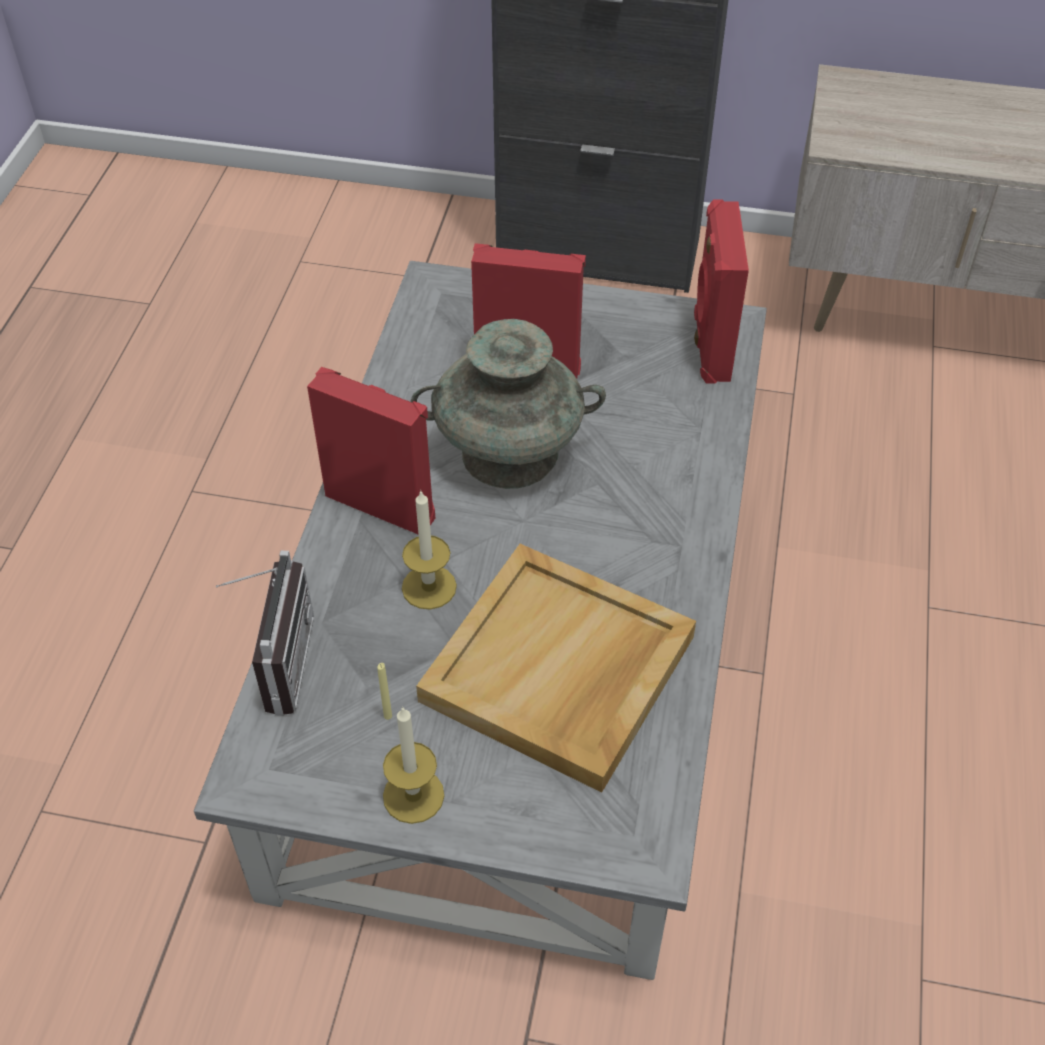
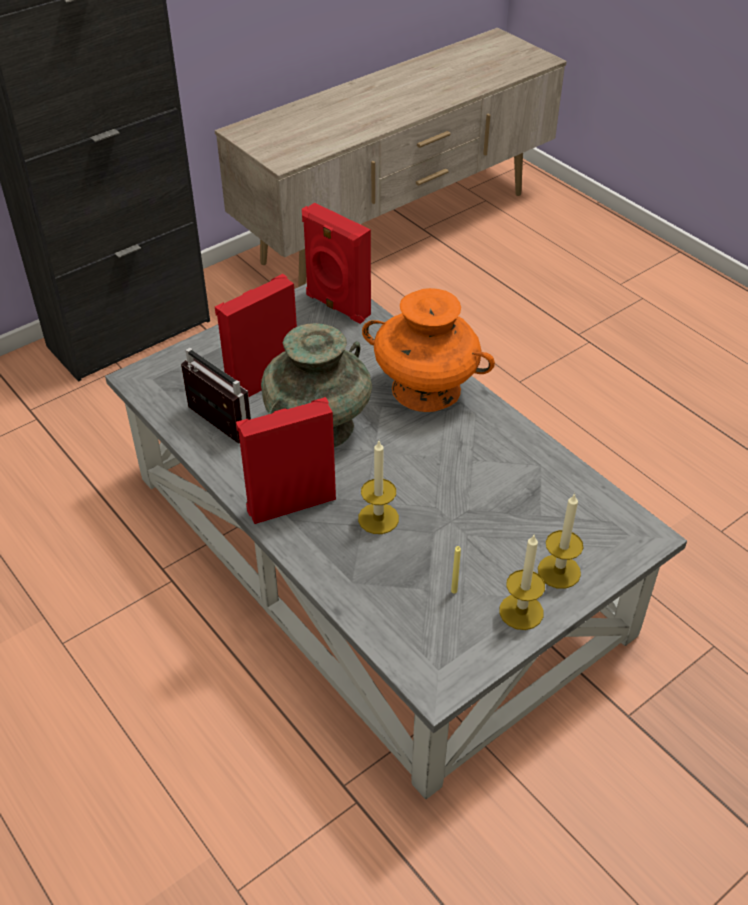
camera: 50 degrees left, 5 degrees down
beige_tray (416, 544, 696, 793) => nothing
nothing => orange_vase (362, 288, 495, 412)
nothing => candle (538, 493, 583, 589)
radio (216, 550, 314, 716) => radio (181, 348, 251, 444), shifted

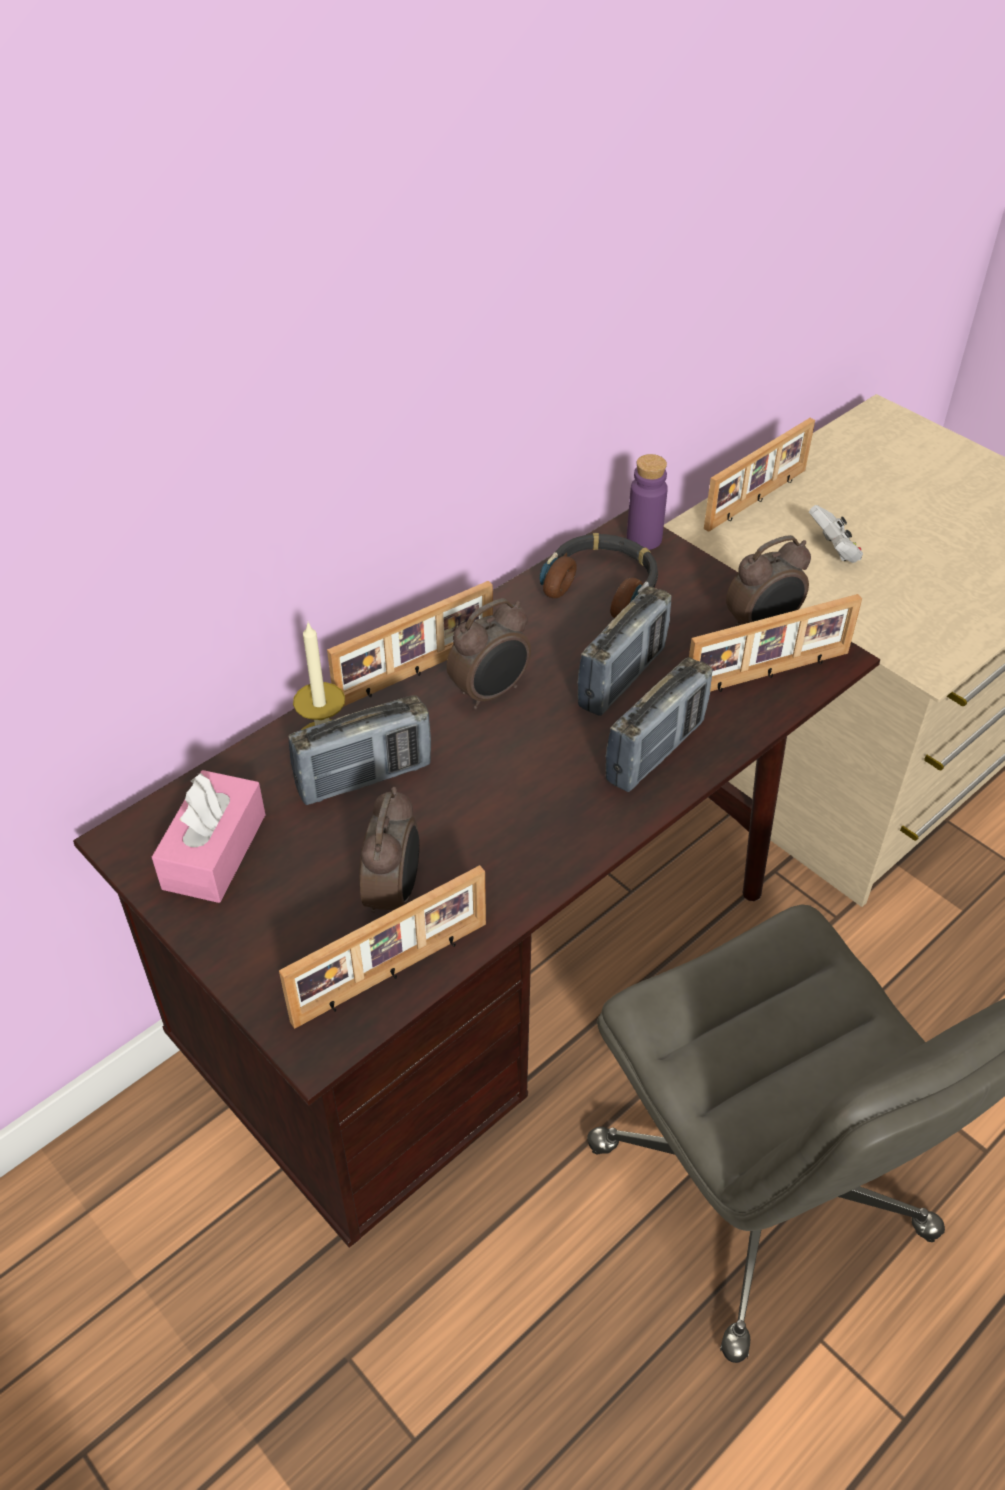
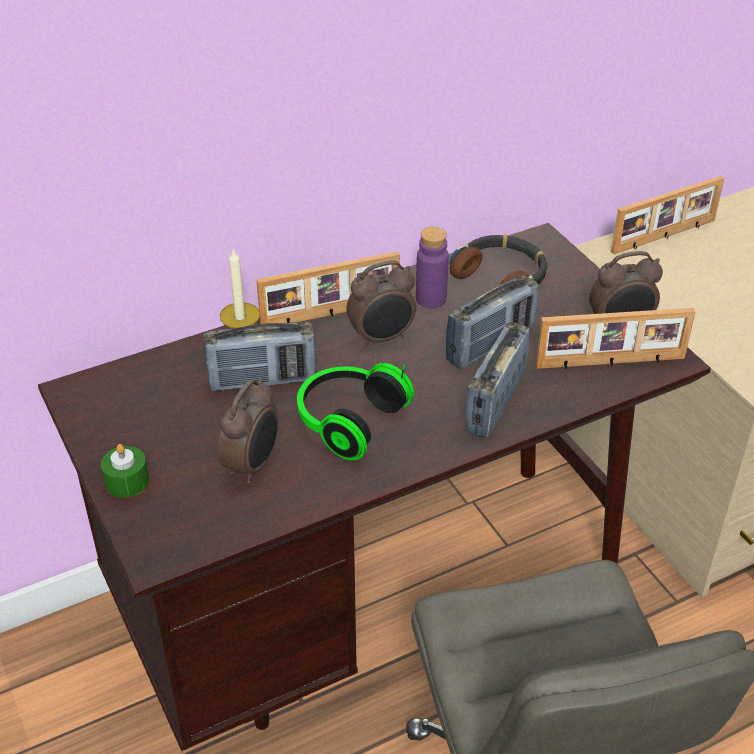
camera: 15 degrees right, 5 degrees down
pink_tissue_box (152, 770, 266, 903) => nothing
picture_frame (279, 865, 486, 1029) => nothing
white_game_controller (809, 505, 863, 563) => nothing
nothing => green_candle (101, 444, 149, 498)
nothing => headphones (297, 363, 414, 461)
purple_bottle (627, 454, 668, 550) => purple_bottle (416, 227, 449, 308), shifted
radio (605, 657, 712, 792) => radio (465, 322, 529, 438), 150 degrees clockwise

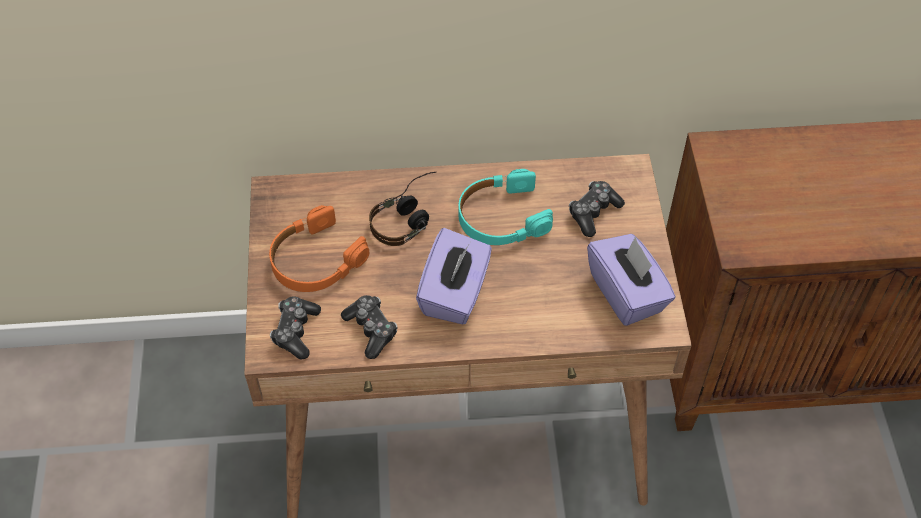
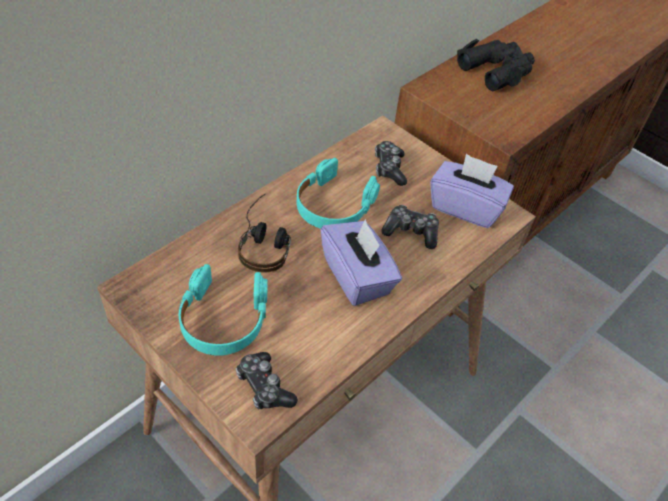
camera: 45 degrees left, 5 degrees down
nothing => black_binoculars (457, 39, 535, 91)
game_controller (341, 295, 398, 359) => game_controller (381, 205, 439, 249), shifted
orange_headphones (269, 205, 369, 292) => turquoise_headphones (179, 264, 268, 356)

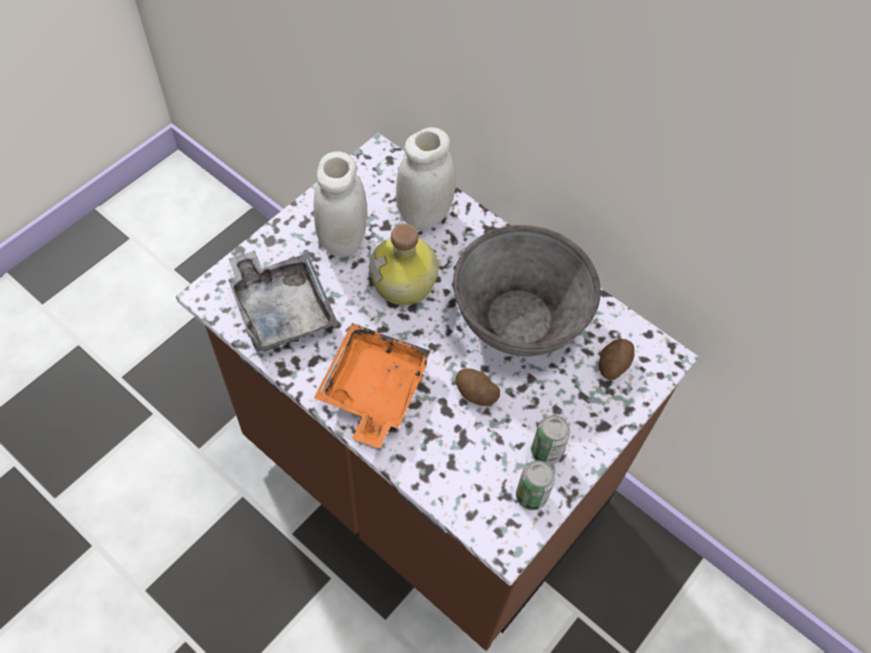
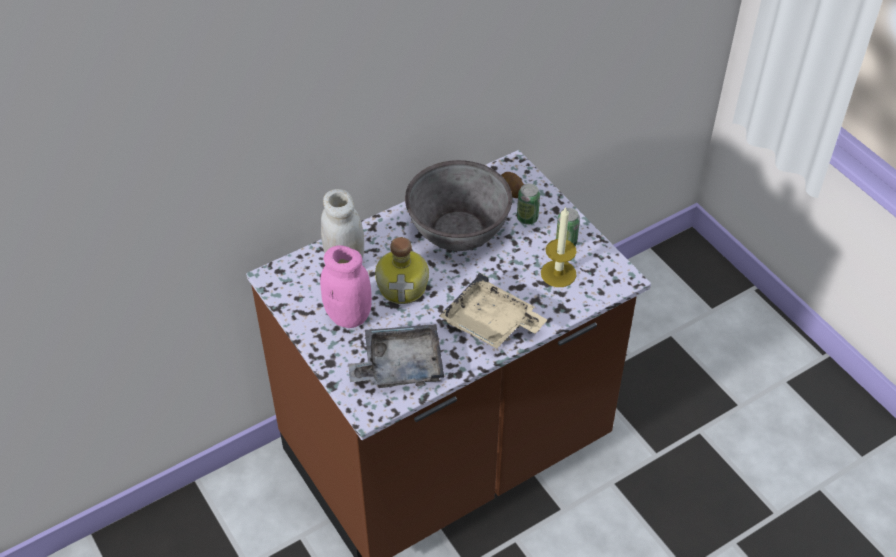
camera: 70 degrees left, 10 degrees down
potato (456, 368, 500, 406) => nothing
nothing => candle (541, 206, 577, 287)
can (516, 461, 555, 510) => can (517, 184, 540, 225), shifted
white_jar (314, 151, 367, 257) => pink_jar (320, 245, 372, 328)
orange_tray (314, 323, 432, 449) => beige_tray (439, 272, 547, 349)

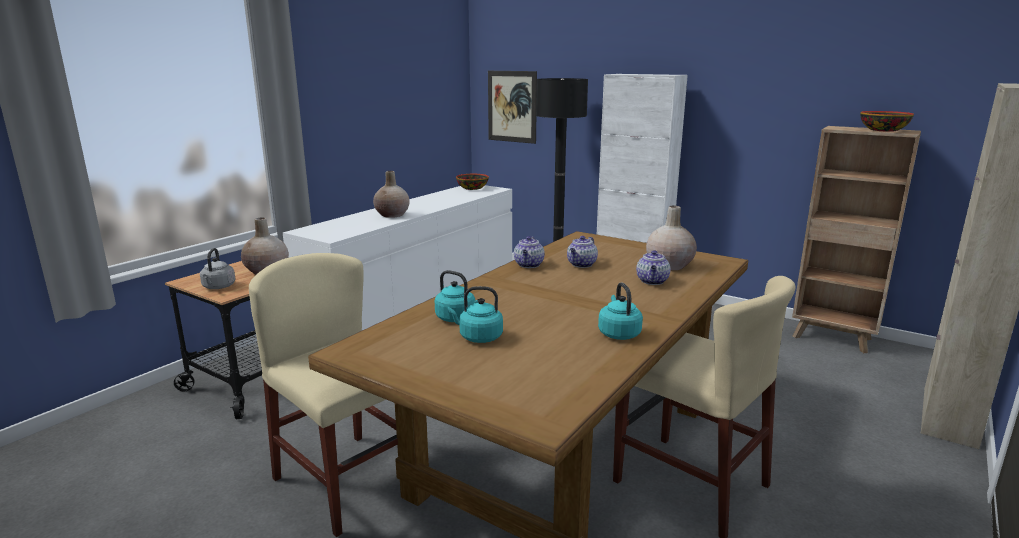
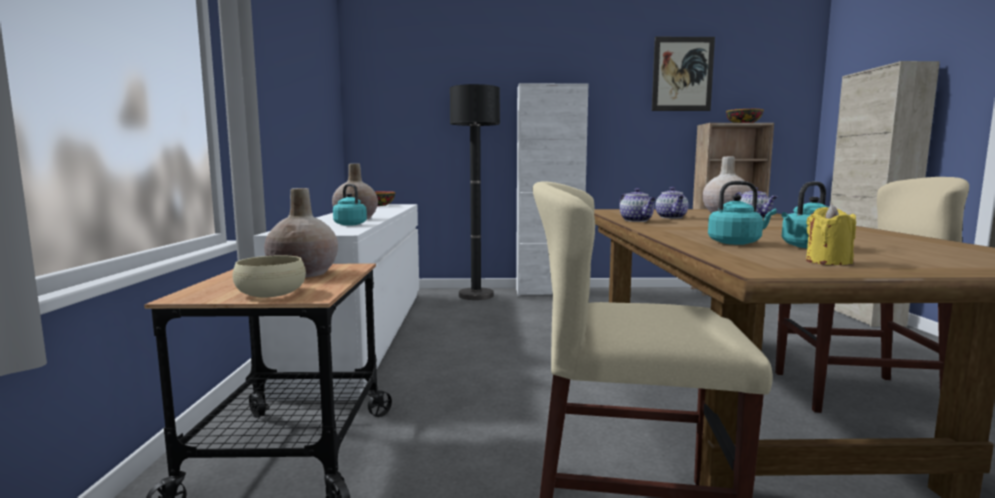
camera: 35 degrees left, 10 degrees down
nothing => yellow_candle (806, 204, 856, 265)
picture (488, 71, 537, 144) => picture (652, 37, 715, 111), shifted
turquoise_kettle (598, 282, 643, 340) => turquoise_kettle (333, 184, 367, 226), shifted
grey_kettle (200, 248, 235, 289) => beige_bowl (233, 255, 306, 297)

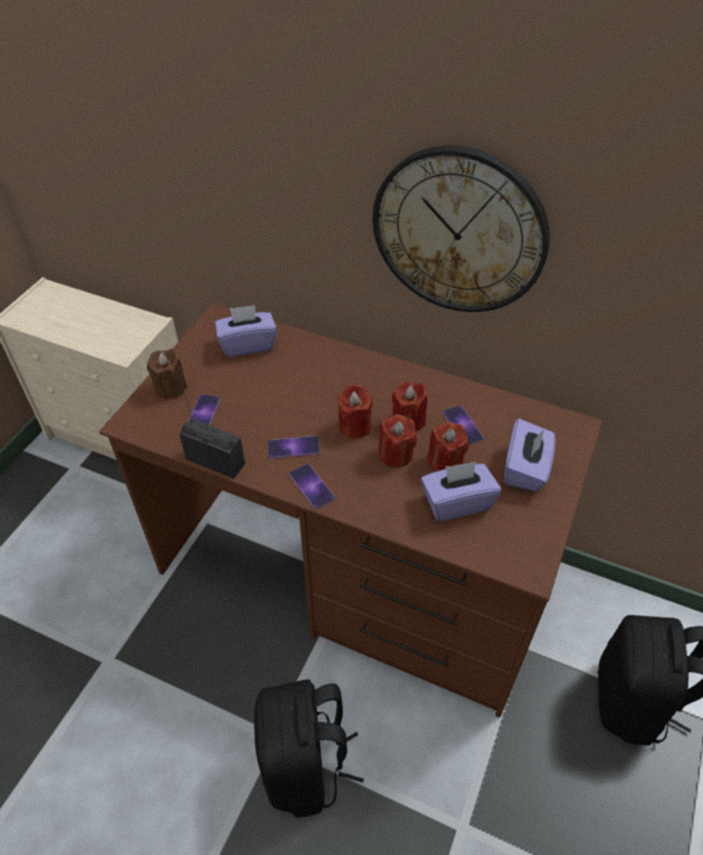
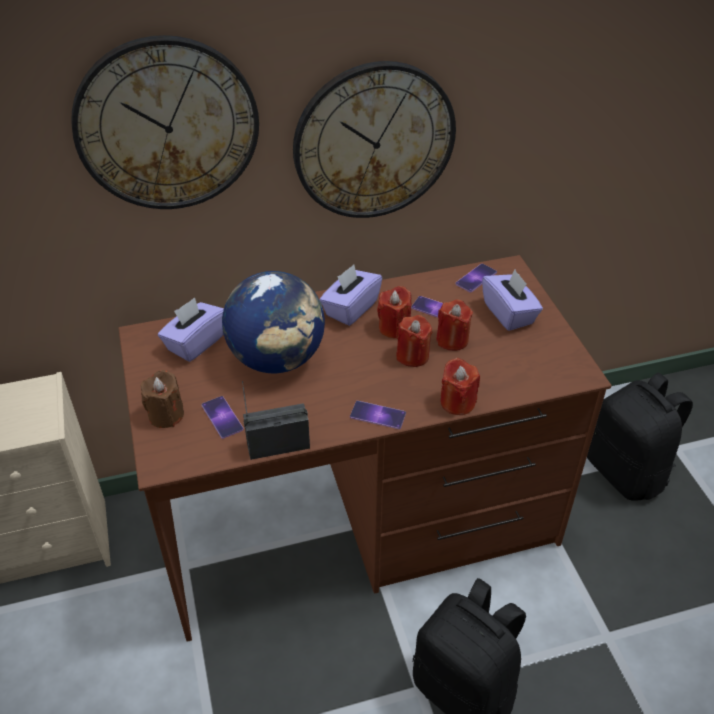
camera: 40 degrees left, 5 degrees down
nothing => wall_clock (71, 35, 259, 209)
nothing => globe (222, 271, 325, 374)
phone (268, 436, 320, 459) => phone (456, 264, 497, 293), shifted
red_candle (337, 384, 373, 439) => red_candle (440, 358, 480, 415), shifted
purple_tissue_box (421, 462, 501, 521) => purple_tissue_box (320, 264, 382, 326), shifted

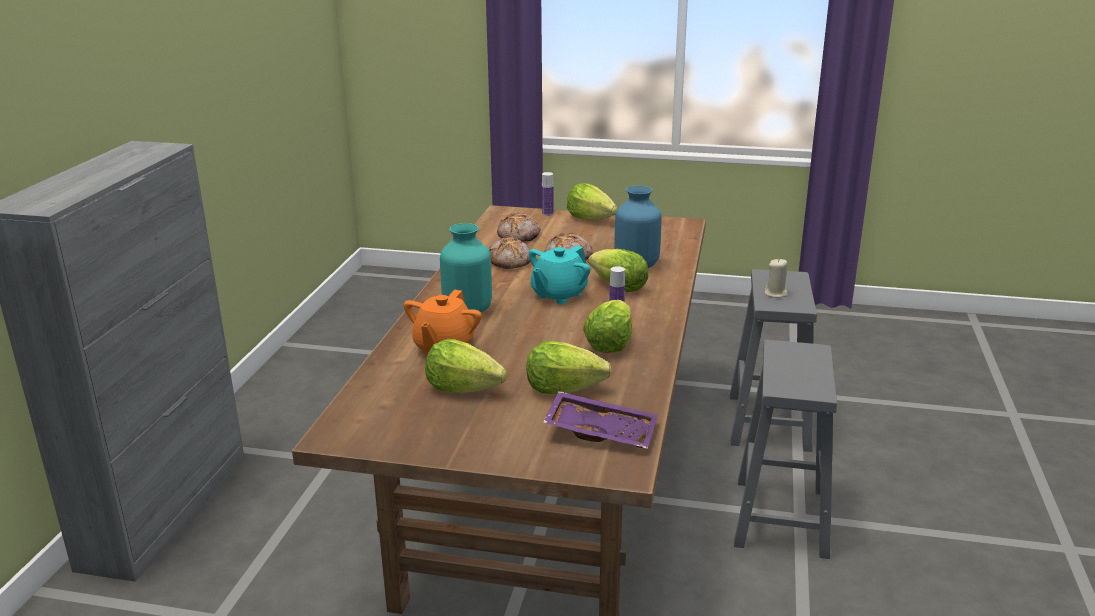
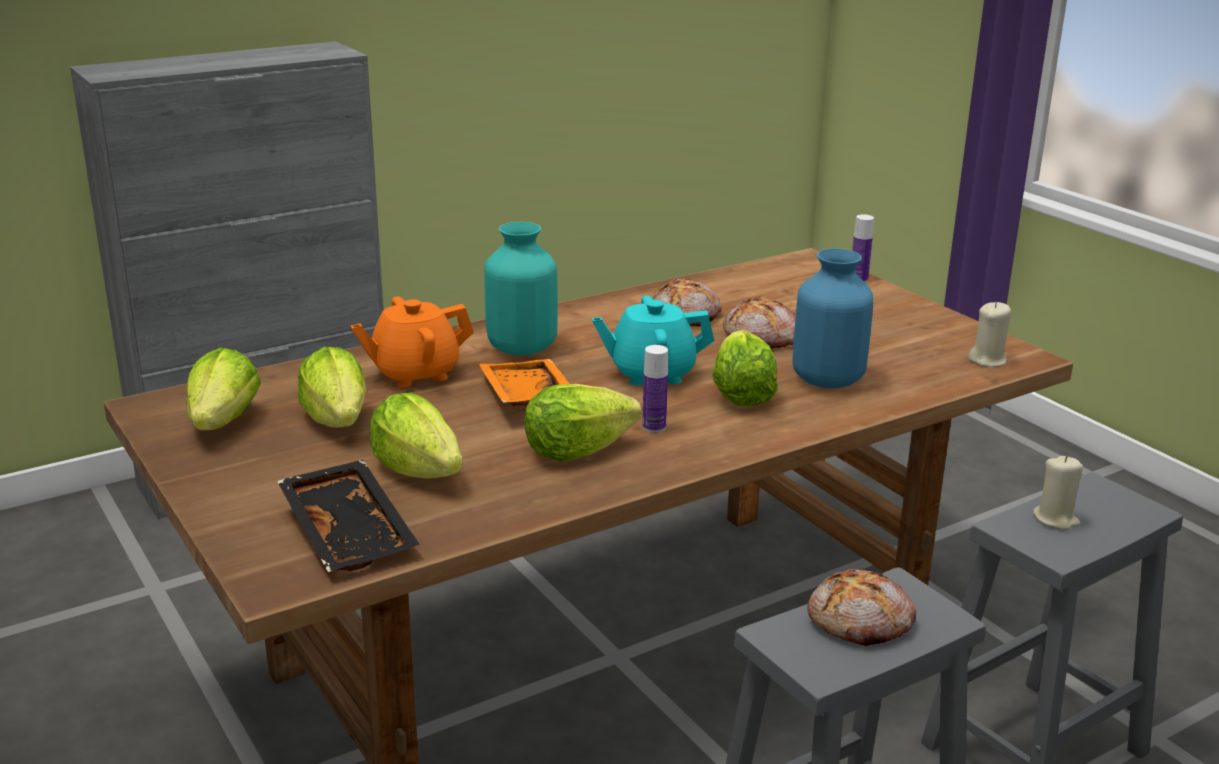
camera: 45 degrees right, 0 degrees up
nothing => orange_tray (479, 359, 569, 406)
nothing => beige_candle (968, 302, 1011, 367)
bread (497, 213, 541, 242) => bread (807, 569, 916, 646), shifted
lettuce (567, 183, 618, 221) => lettuce (187, 348, 261, 430), shifted
purple_tray (543, 391, 658, 449) => black_tray (277, 460, 420, 572)

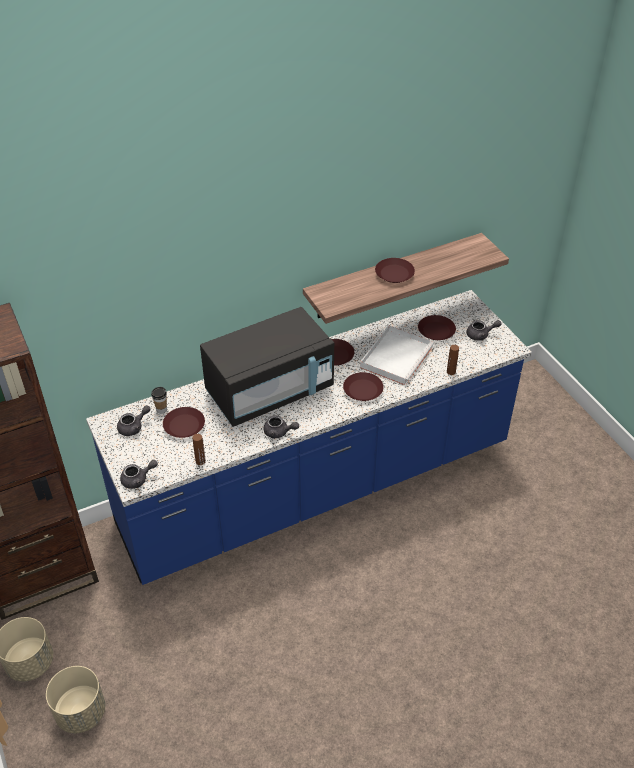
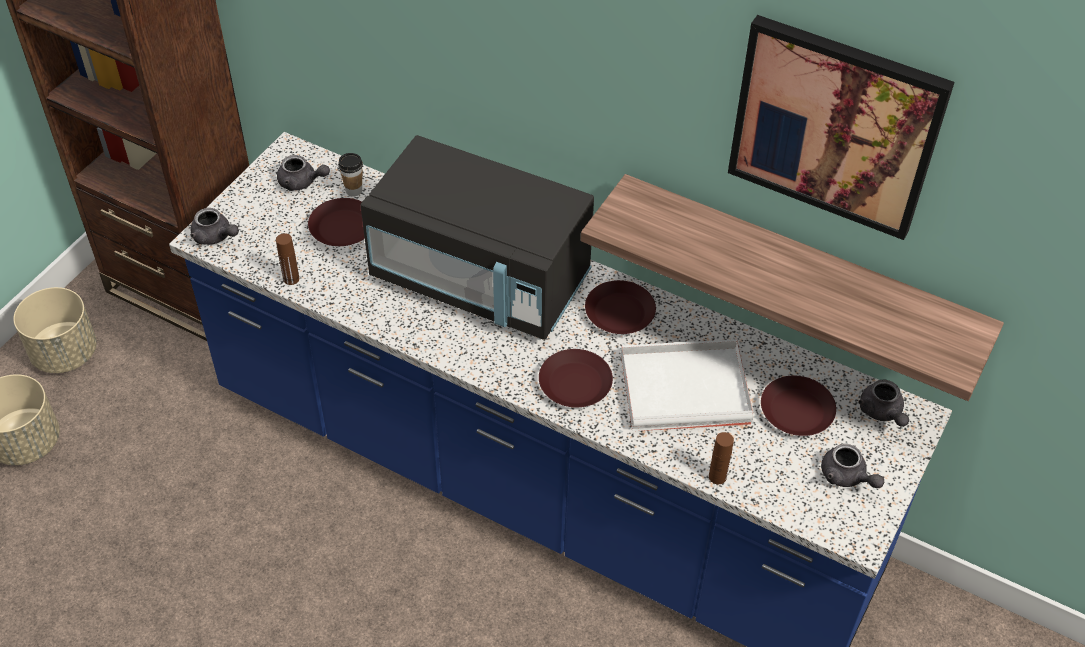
camera: 55 degrees right, 5 degrees up
brown_plate (375, 258, 415, 283) => nothing
nothing => picture (728, 15, 955, 240)
grey_teapot (263, 415, 299, 439) => grey_teapot (858, 380, 909, 427), shifted

